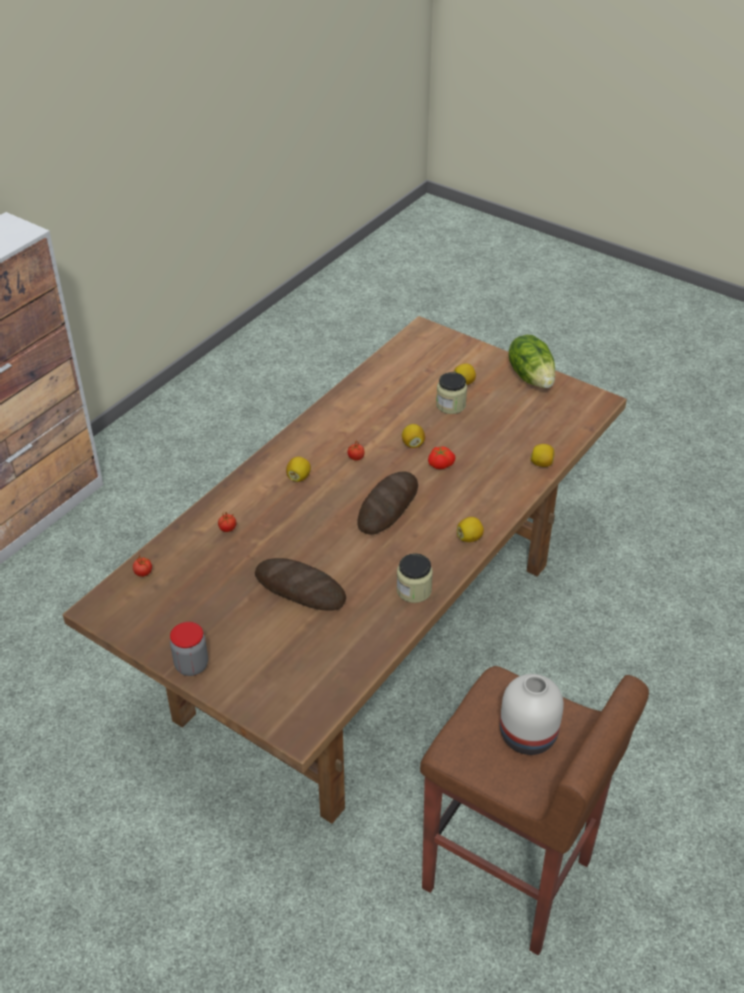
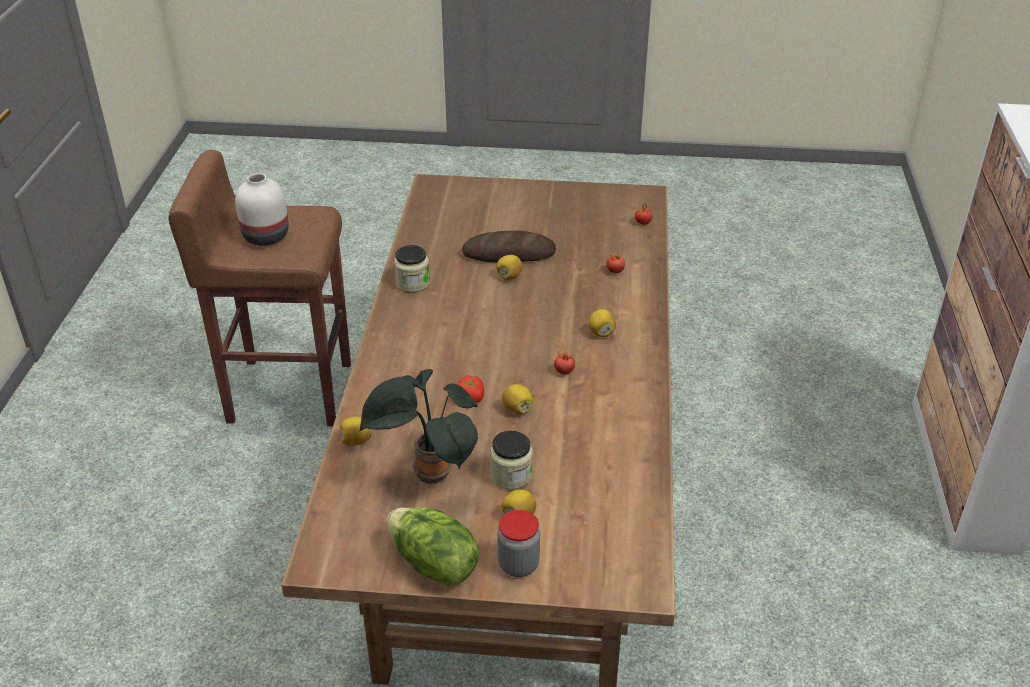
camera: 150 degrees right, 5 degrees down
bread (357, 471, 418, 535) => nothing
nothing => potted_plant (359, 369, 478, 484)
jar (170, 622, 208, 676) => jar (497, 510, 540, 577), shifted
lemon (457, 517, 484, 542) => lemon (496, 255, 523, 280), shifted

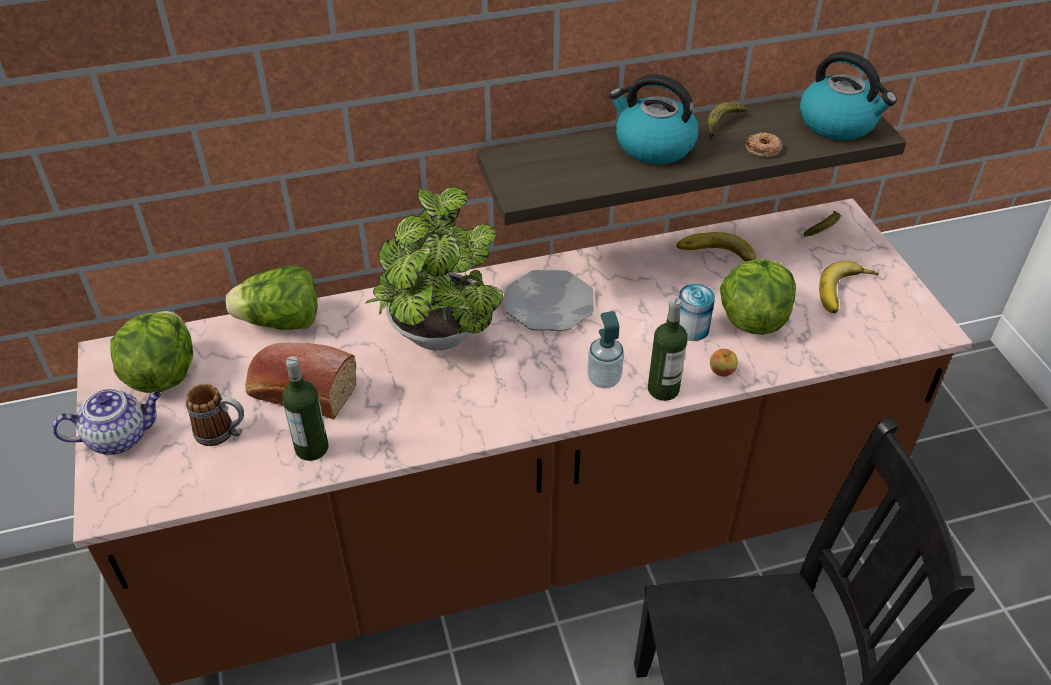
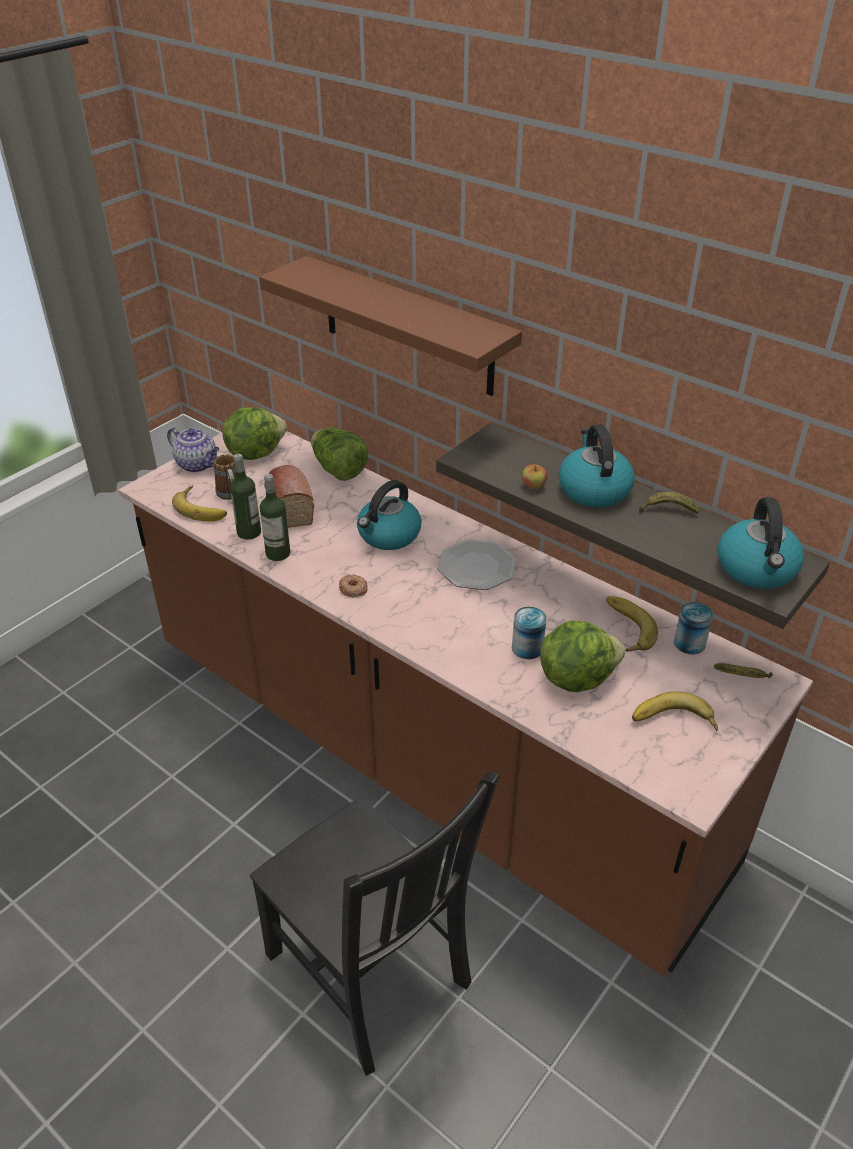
camera: 55 degrees right, 5 degrees down
soap_dispenser (587, 311, 624, 389) => nothing
nothing => banana (172, 485, 227, 521)
nothing => brown_shelf (259, 256, 522, 396)
nothing => can (674, 602, 713, 654)
bottle (648, 298, 687, 401) => bottle (260, 474, 290, 561), shifted
apple (710, 349, 738, 377) => apple (522, 464, 547, 489), shifted
donut (746, 132, 782, 157) => donut (339, 574, 368, 597), shifted
potted_plant (365, 187, 503, 350) => kettle (357, 480, 421, 550)

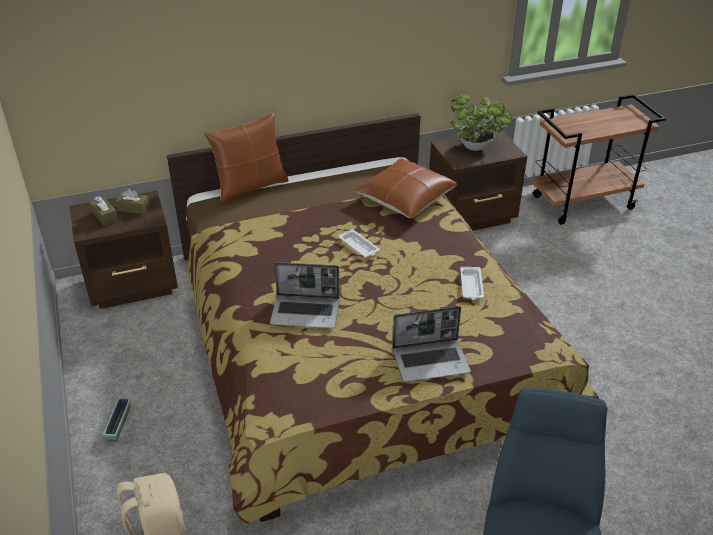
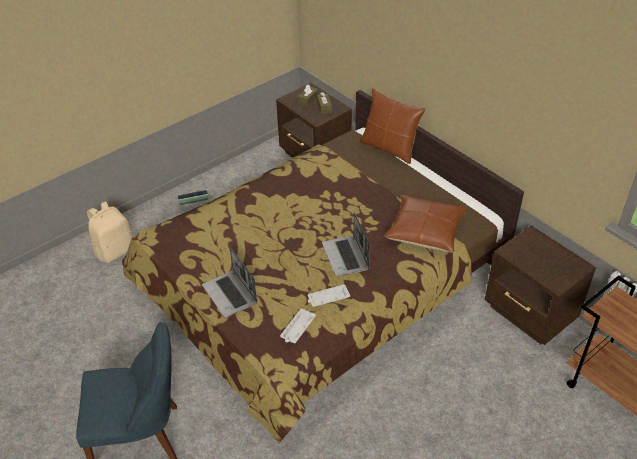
camera: 70 degrees right, 5 degrees up
potted_plant (451, 94, 512, 151) => nothing
laptop (270, 262, 339, 329) => laptop (322, 212, 370, 277), shifted
white_tray (338, 229, 380, 257) => white_tray (280, 308, 316, 343), shifted

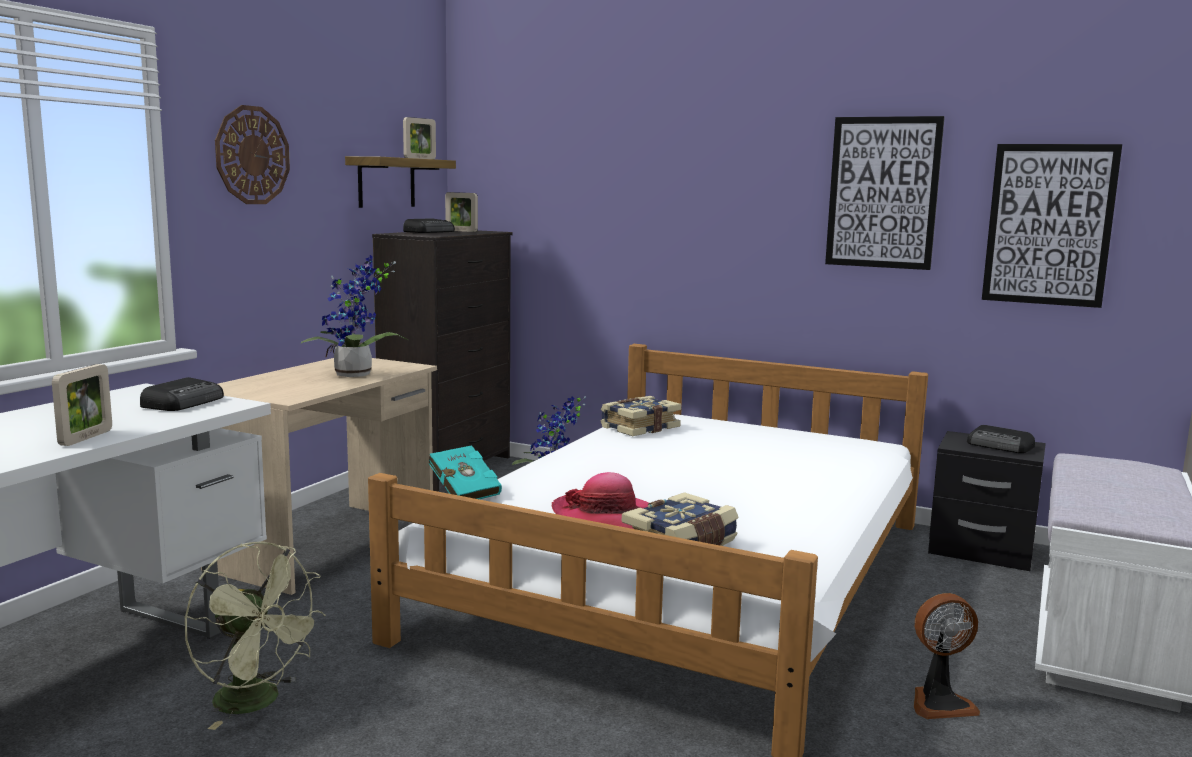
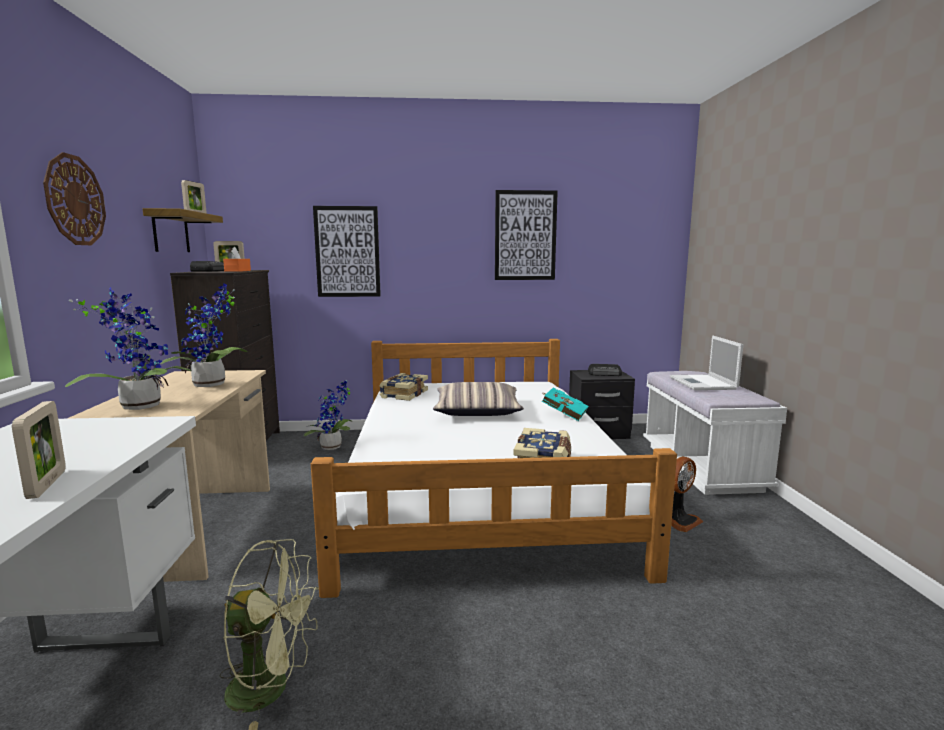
camera: 30 degrees left, 0 degrees up
radio (140, 377, 224, 411) => nothing
hat (551, 472, 649, 529) => nothing
nothing => potted_plant (65, 287, 192, 410)
nothing => orange_tissue_box (223, 247, 251, 272)
nothing => pillow (433, 382, 524, 416)
nothing => laptop (670, 335, 743, 390)
turquoise_book (429, 445, 502, 499) => turquoise_book (541, 388, 589, 421), shifted
picture (982, 144, 1122, 308) => picture (313, 206, 381, 297), shifted

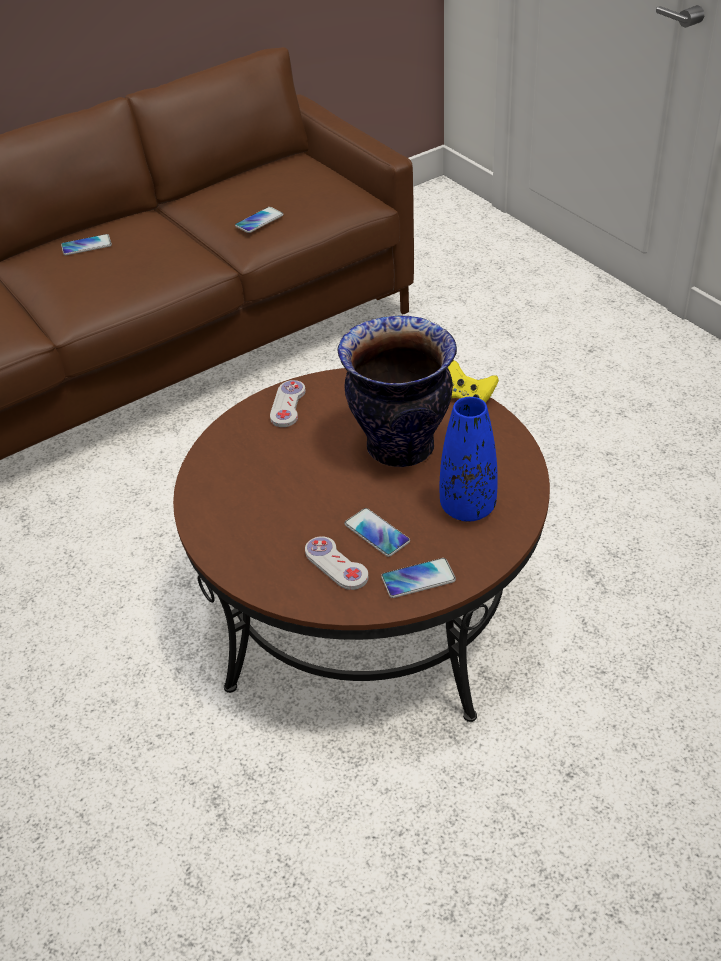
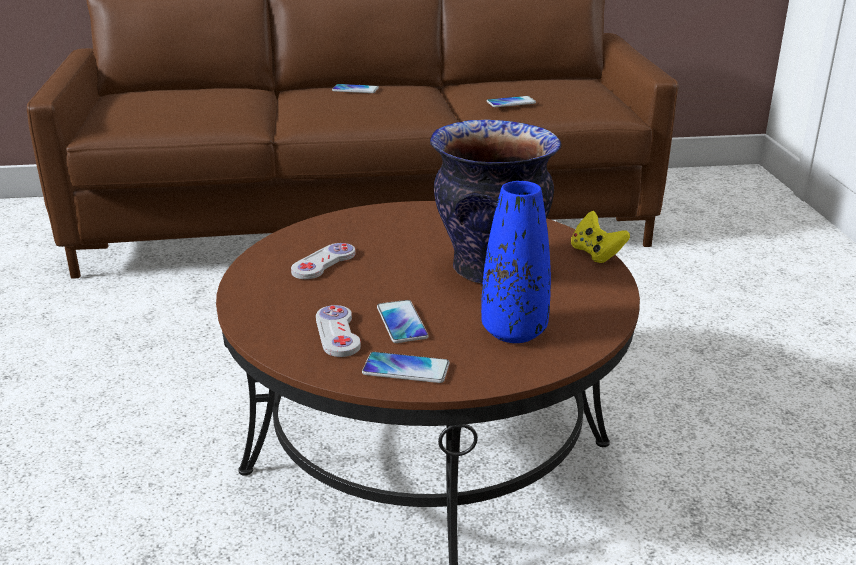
camera: 25 degrees right, 15 degrees down
white_game_controller (270, 380, 306, 427) => white_game_controller (291, 243, 356, 279), shifted

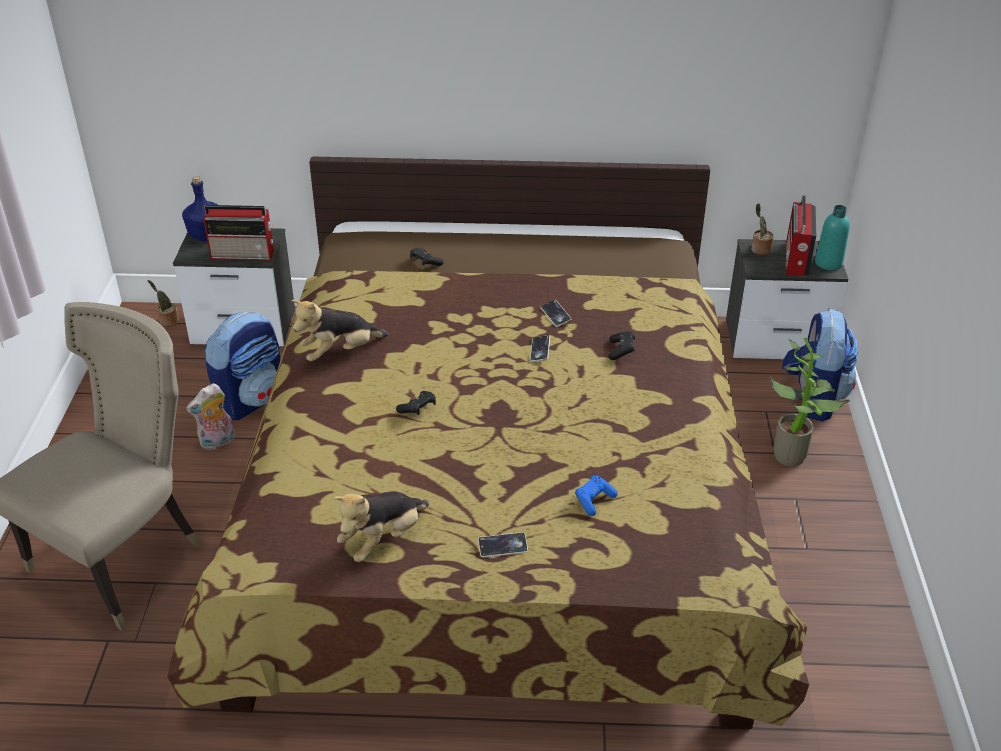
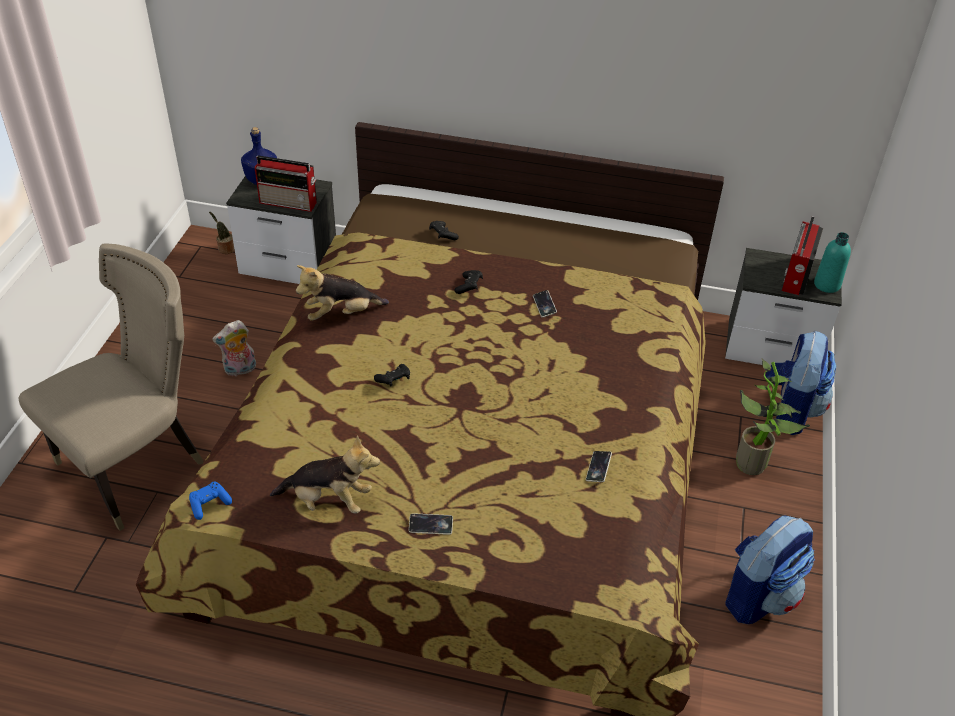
camera: 10 degrees right, 5 degrees up
potted_plant (751, 203, 774, 255) => nothing
backpack (204, 312, 280, 420) => backpack (725, 516, 815, 624), shifted
phone (530, 335, 550, 362) => phone (586, 451, 612, 482), shifted
blue_game_controller (575, 475, 617, 516) => blue_game_controller (189, 482, 232, 520), shifted
black_game_controller (608, 331, 635, 360) => black_game_controller (455, 270, 483, 294), shifted
plush_toy (334, 491, 429, 562) => plush_toy (270, 436, 380, 513), 135 degrees counterclockwise

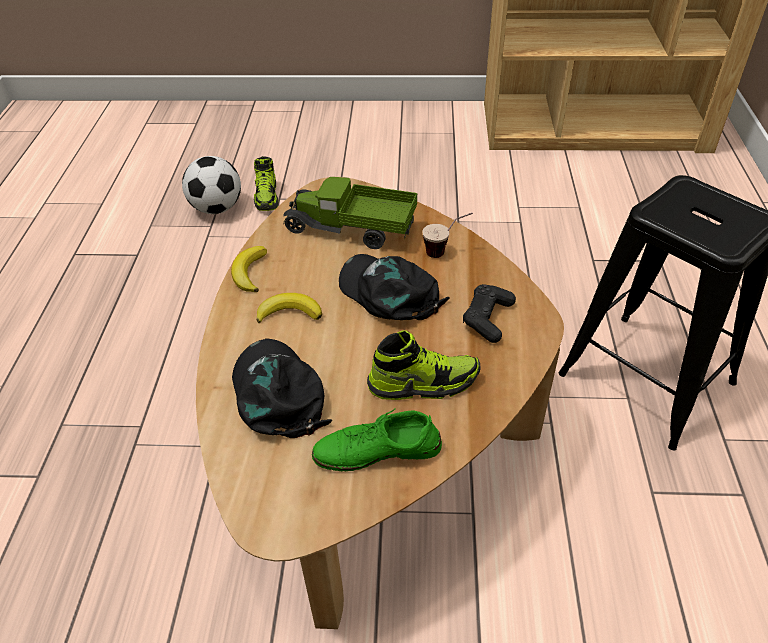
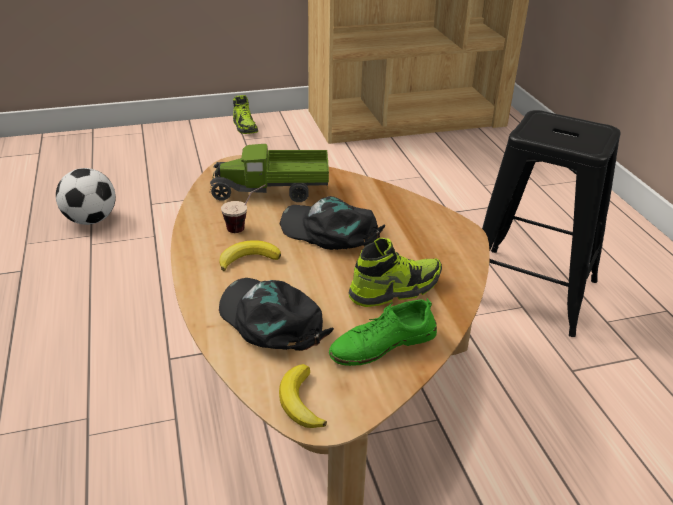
camera: 20 degrees left, 10 degrees down
black_game_controller (463, 284, 516, 343) => nothing
banana (231, 246, 267, 292) => banana (279, 364, 327, 428), shifted
shoe (254, 156, 278, 211) => shoe (233, 95, 258, 134), shifted
cup (422, 213, 473, 258) => cup (221, 185, 266, 233), shifted

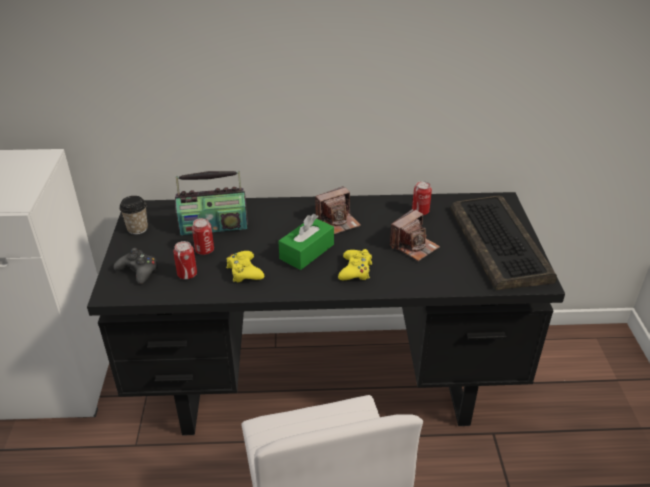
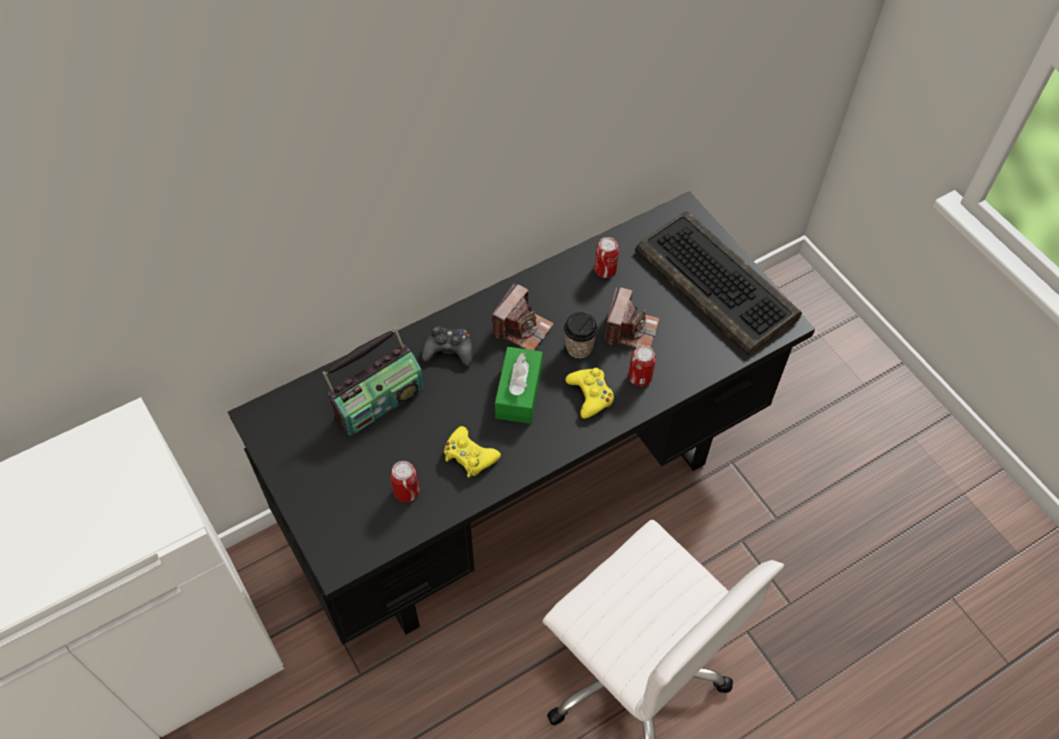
camera: 30 degrees left, 20 degrees up
black_game_controller (114, 248, 158, 284) => black_game_controller (422, 326, 473, 366), shifted
cup (119, 196, 148, 235) => cup (564, 312, 598, 358), shifted
can (192, 218, 214, 255) => can (628, 345, 656, 386), shifted

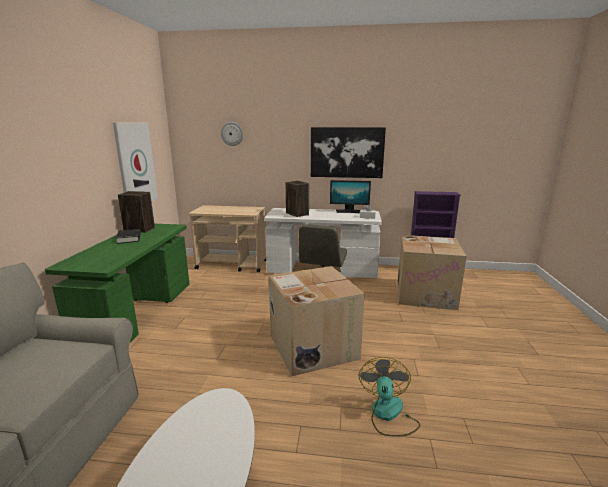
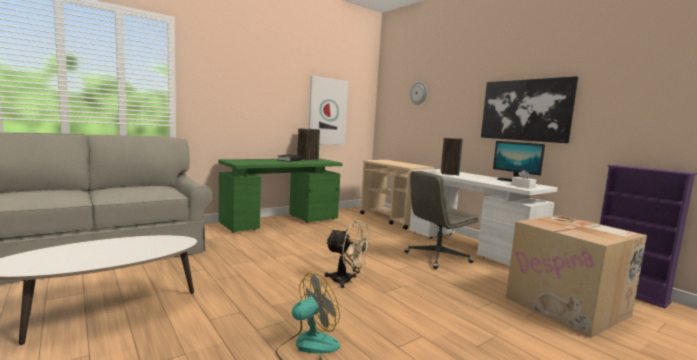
camera: 45 degrees right, 10 degrees down
cardboard_box (269, 266, 365, 376) => beige_fan (325, 221, 372, 288)

